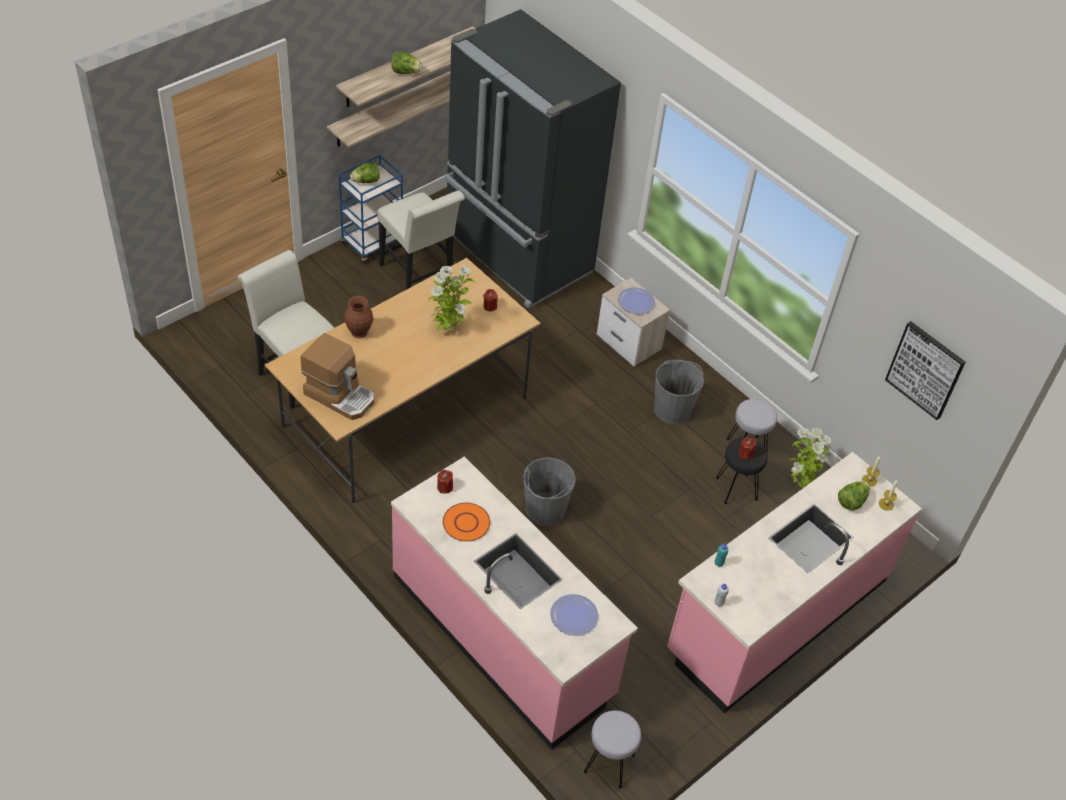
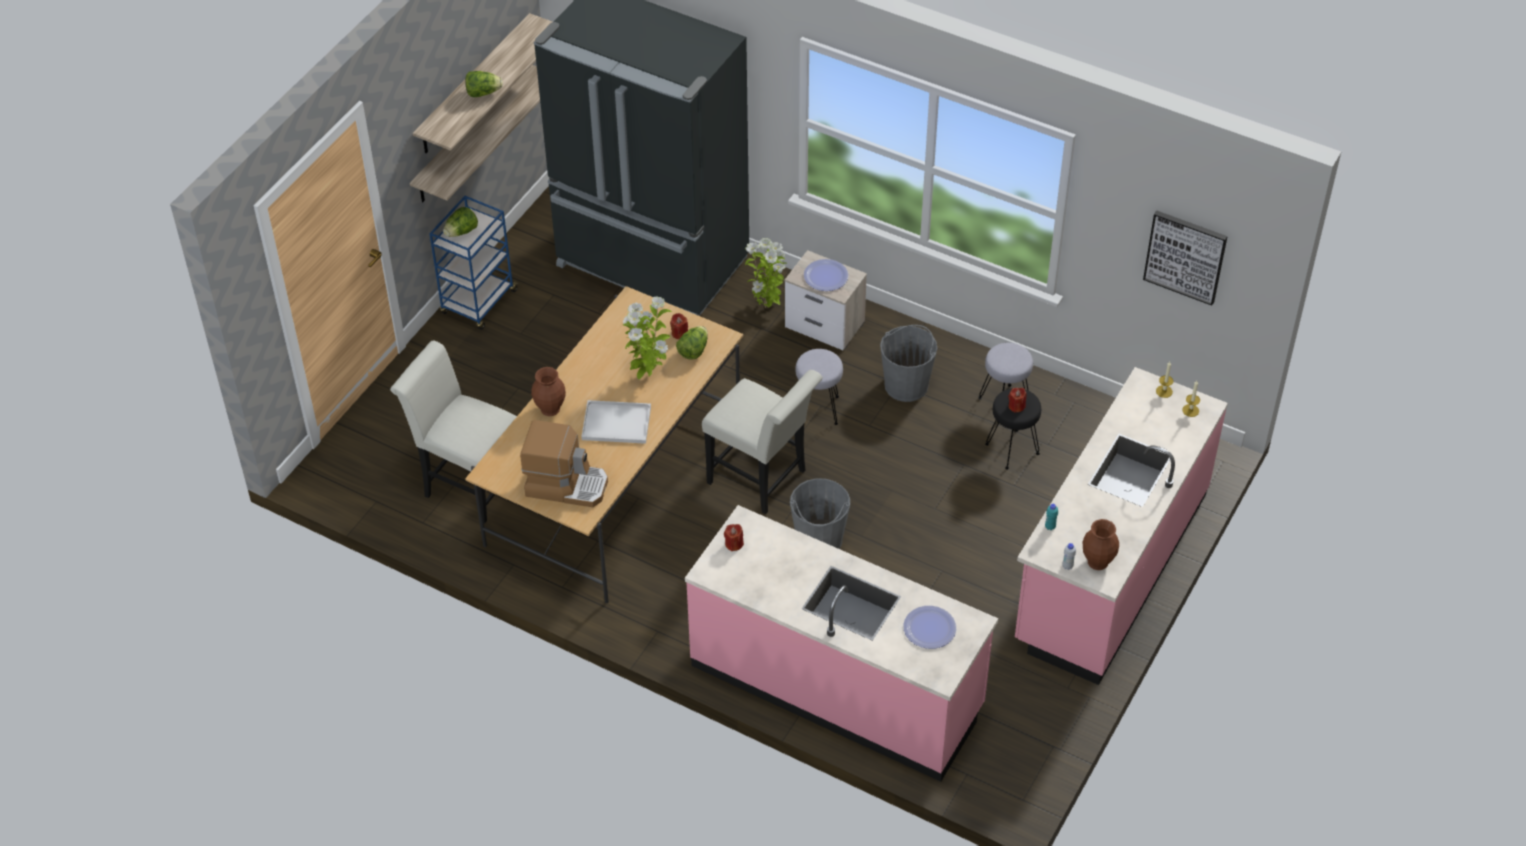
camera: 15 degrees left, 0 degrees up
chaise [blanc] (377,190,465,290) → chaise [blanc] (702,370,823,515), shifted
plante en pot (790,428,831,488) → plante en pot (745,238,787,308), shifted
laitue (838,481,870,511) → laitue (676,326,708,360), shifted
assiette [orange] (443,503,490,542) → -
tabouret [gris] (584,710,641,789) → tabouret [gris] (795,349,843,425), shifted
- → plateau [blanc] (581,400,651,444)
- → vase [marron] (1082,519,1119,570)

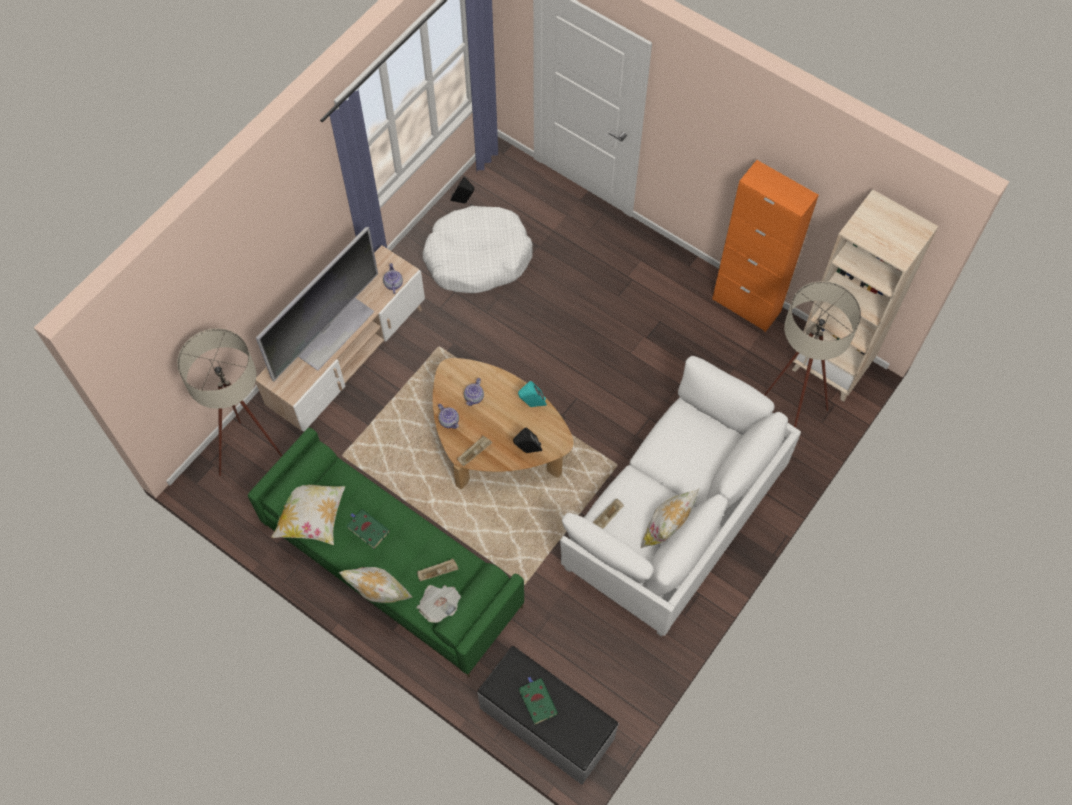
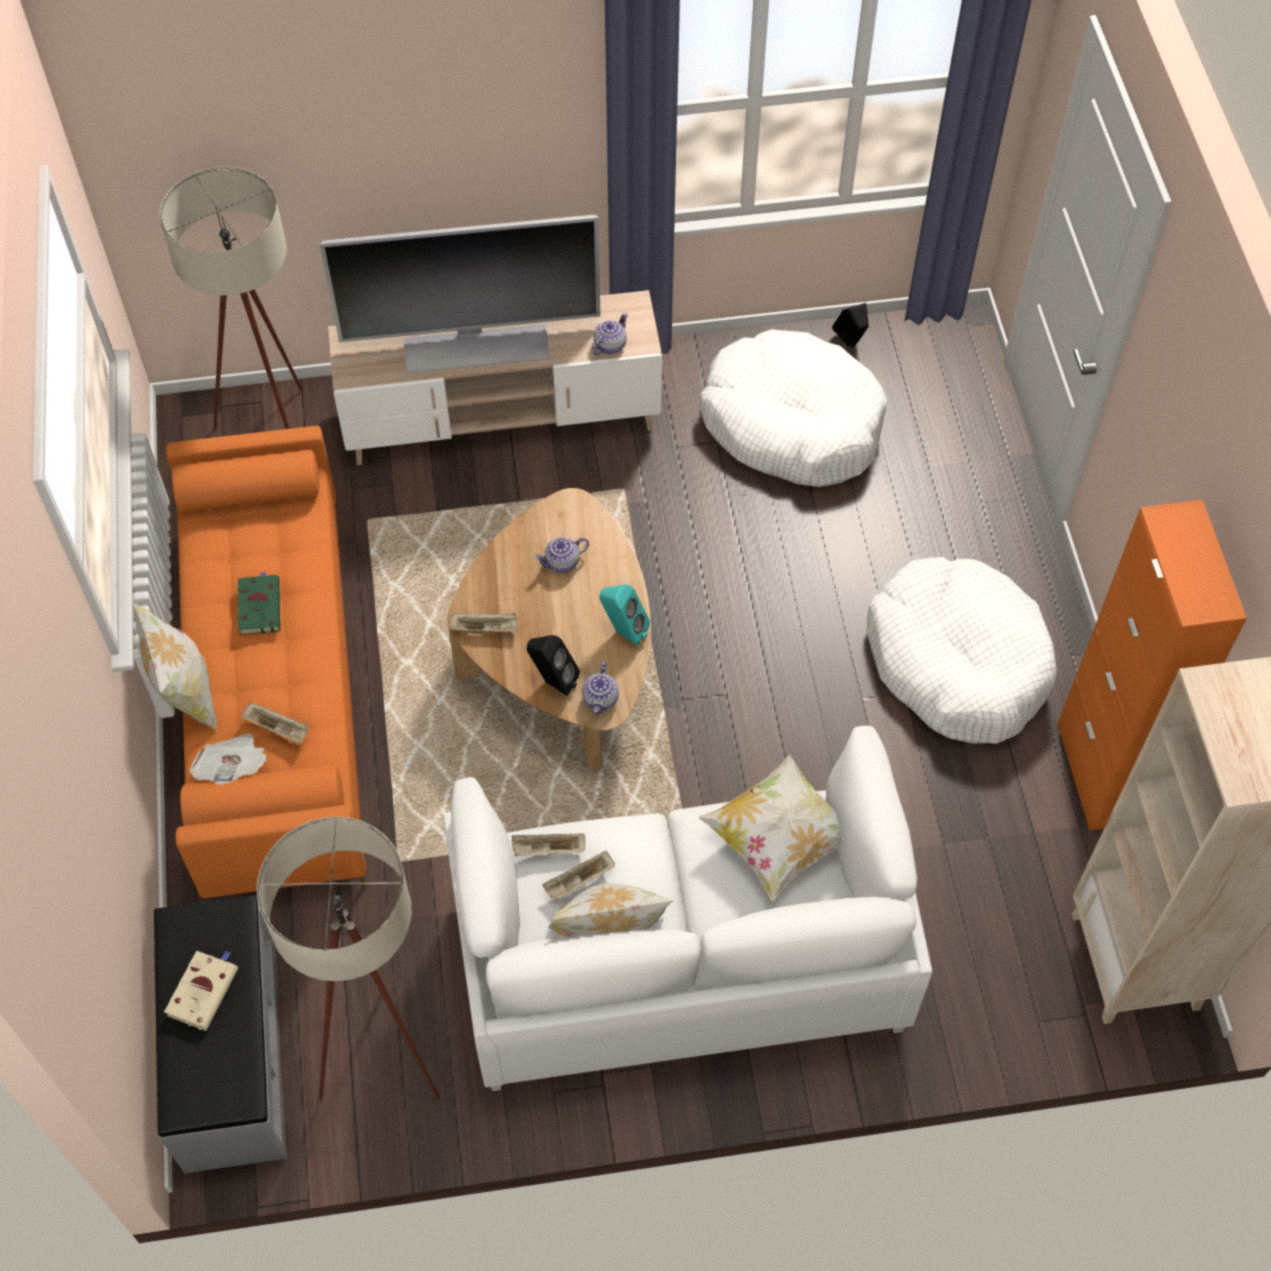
camera: 45 degrees right, 5 degrees down
lampadaire [beige] (764,281,861,428) → lampadaire [beige] (257,817,440,1101), shifted
théière (438,404,459,429) → théière (582,662,619,714), shifted
canapé [vert] (248,428,524,677) → canapé [orange] (166,426,367,902)
coussin (272,485,345,545) → coussin (699,754,841,901), shifted
livre [vert] (519,677,558,725) → livre [beige] (164,951,239,1031)
- → panier pour chien [blanc] (867,557,1057,744)
- → plateau [beige] (542,851,615,902)

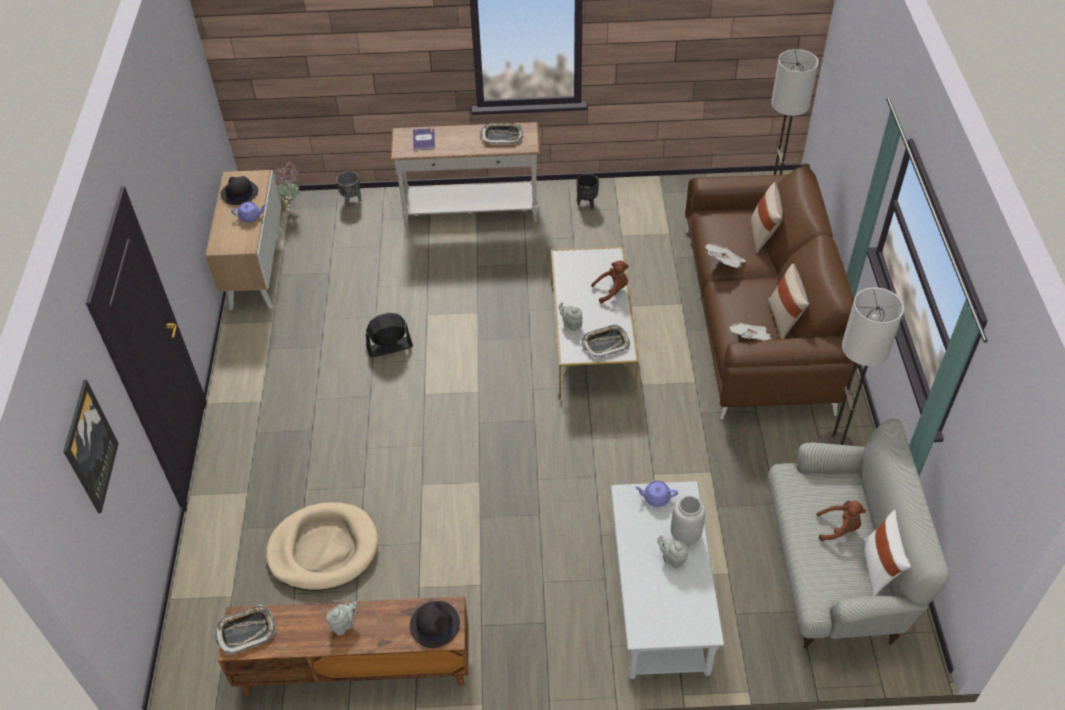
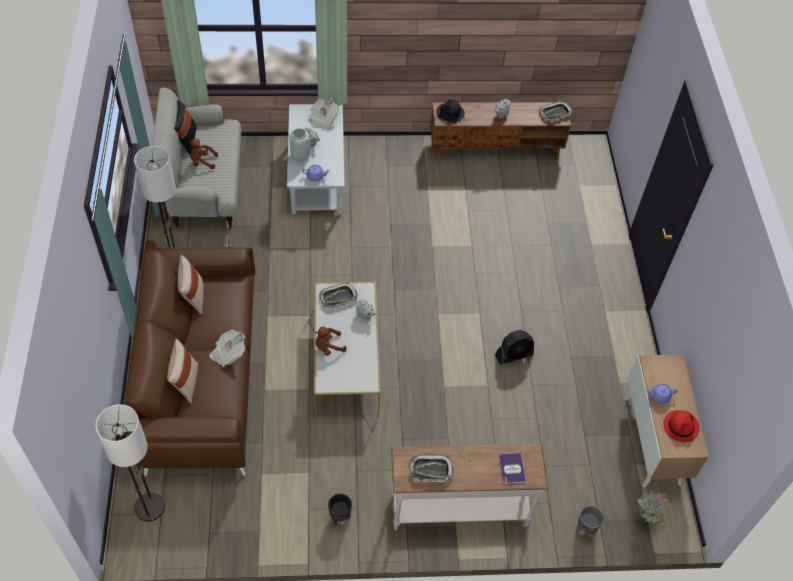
camera: 175 degrees right, 5 degrees up
chapeau [noir] (220,176,258,205) → chapeau [rouge] (663,410,700,442)
journal (730,323,772,341) → journal (310,98,339,129), shifted
tableau (63,380,119,513) → -
panier pour chien [beige] (266,502,378,591) → -
coussin [blanc] (862,510,911,596) → coussin [noir] (174,100,197,154)

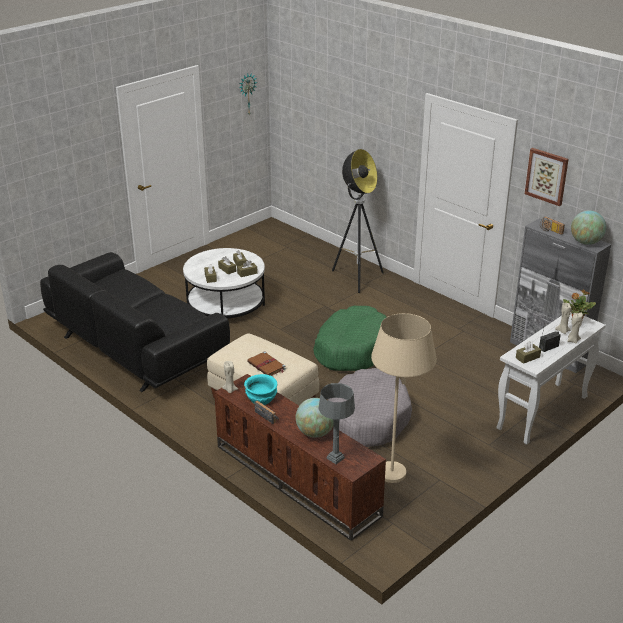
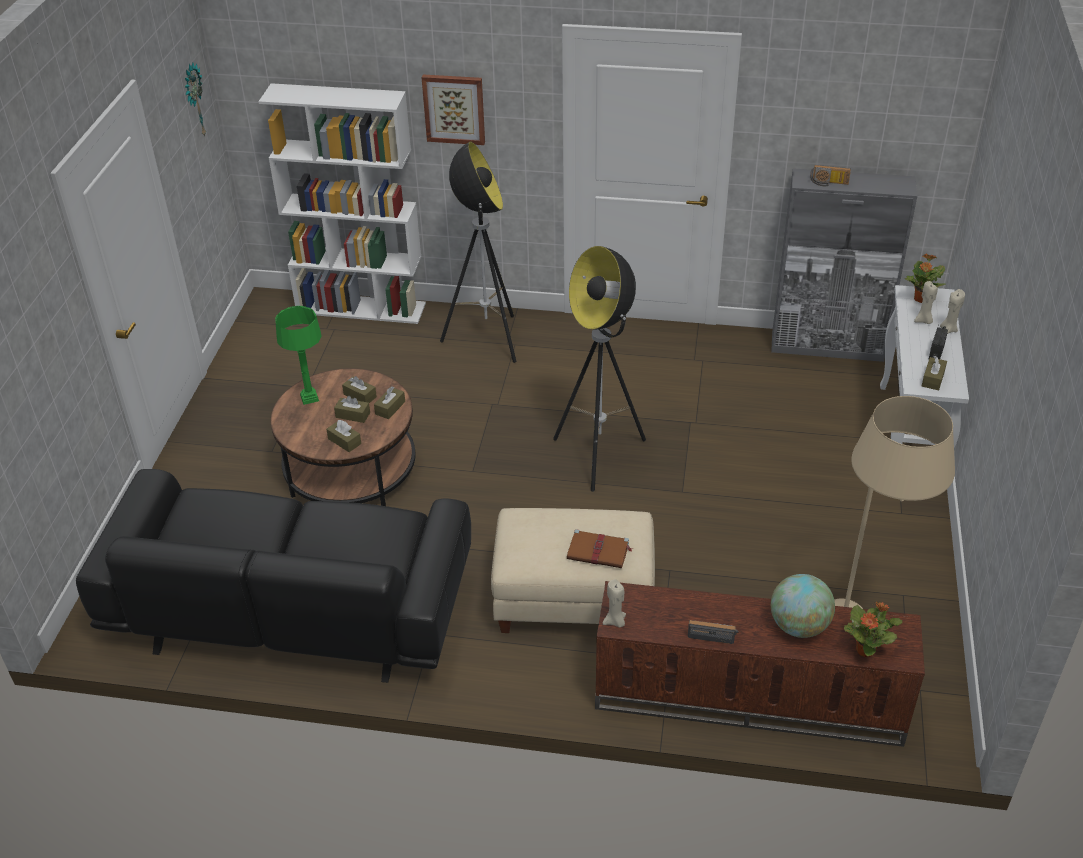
camera: 35 degrees left, 10 degrees up
tableau (525,148,569,206) → tableau (422,74,485,145), shifted
globe (571,210,606,245) → -
table basse [blanc] (183,248,265,318) → table basse [marron] (271,368,415,506)
panier pour chien [vert] (313,306,386,371) → lampadaire (553,246,646,492)
panier pour chien [gris] (328,368,412,447) → -
bol [turquoise] (244,374,277,405) → -
lampe de table [gris] (318,383,355,464) → plante en pot (844,602,902,658)
- → bibliothèque [blanc] (258,83,426,324)
- → lampe de table [vert] (275,306,322,405)

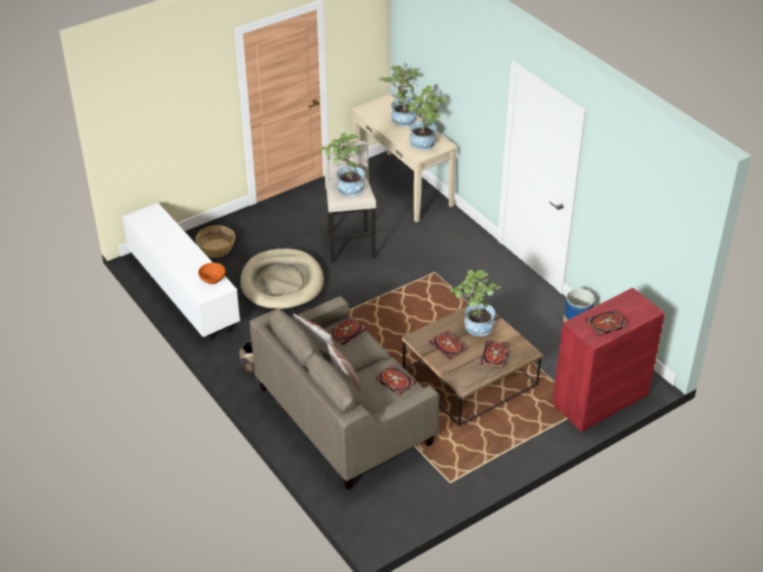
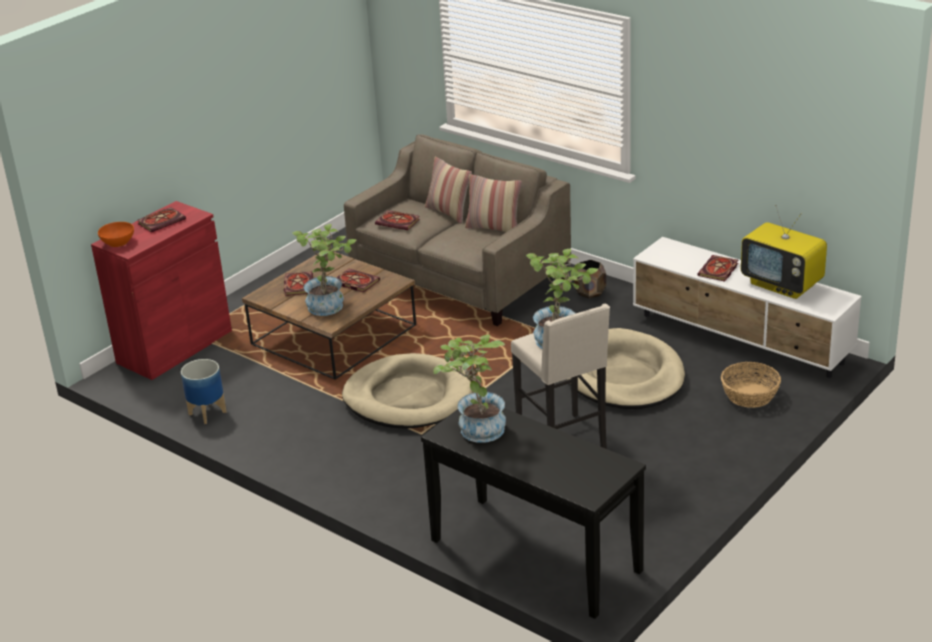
camera: 165 degrees right, 10 degrees down
plante en pot (379,66,422,127) → -
table console [beige] (351,94,458,222) → table console [noir] (421,408,646,619)
bol [orange] (198,263,225,284) → bol [orange] (98,222,134,247), shifted
livre (328,317,367,345) → livre (697,255,738,282), shifted
- → téléviseur (741,205,827,299)
- → panier pour chien [beige] (342,353,473,429)

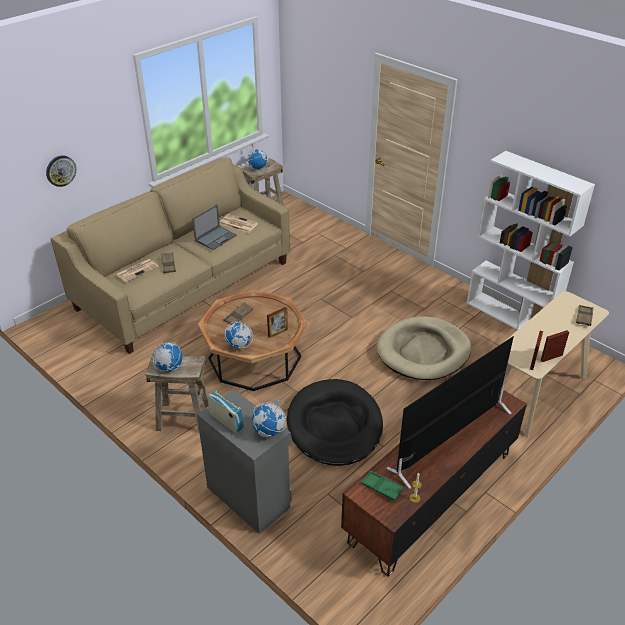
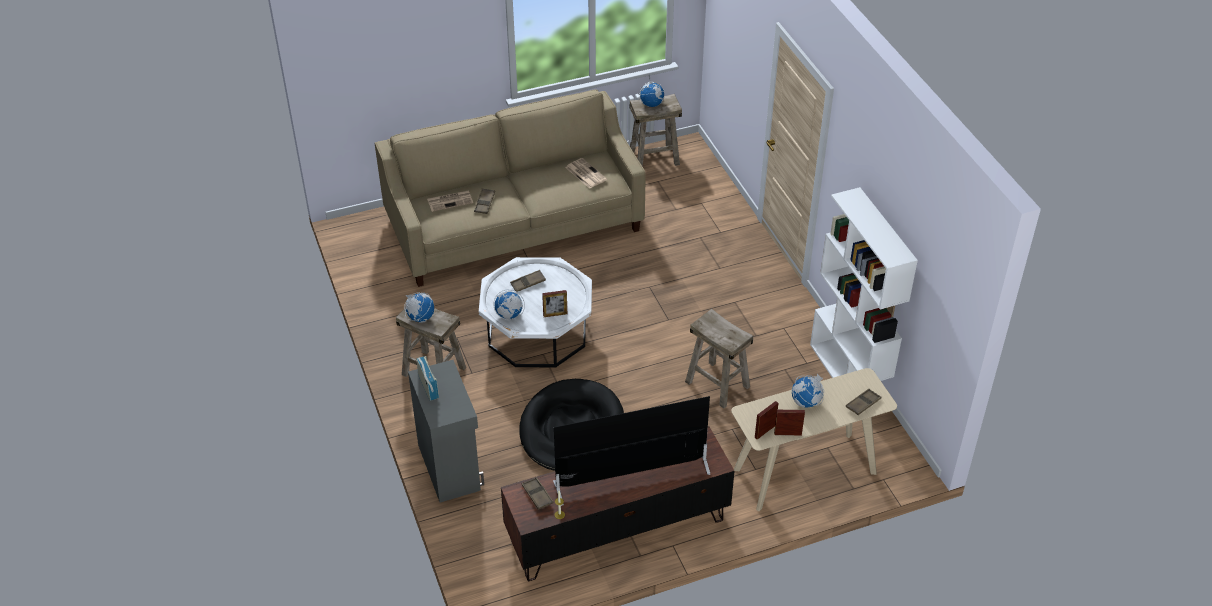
camera: 25 degrees right, 5 degrees up
horloge murale (46,155,76,187) → -
ordinateur portable (192,205,237,250) → -
table basse [marron] (198,290,307,391) → table basse [blanc] (479,257,592,367)
panier pour chien [beige] (377,316,471,380) → tabouret [beige] (685,309,753,409)
globe (252,398,286,438) → globe (792,374,824,408), shifted
plateau [vert] (361,471,404,501) → plateau [marron] (522,477,553,510)

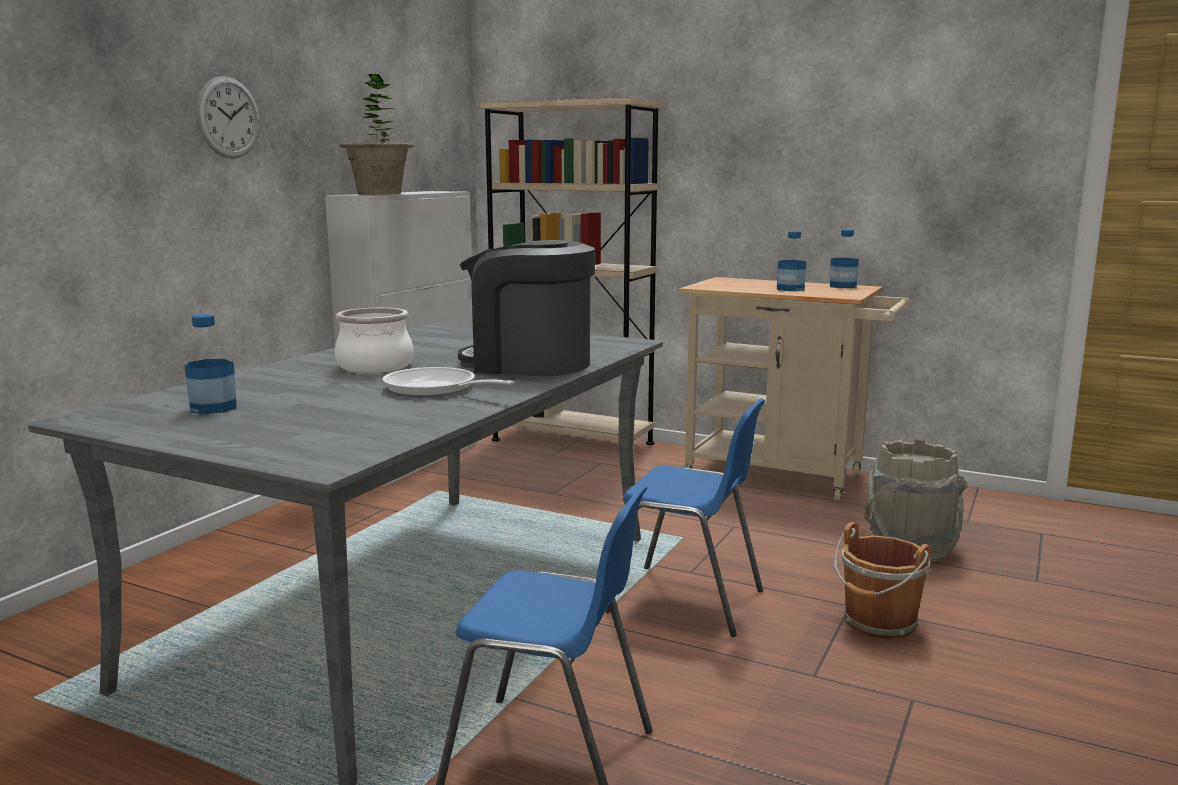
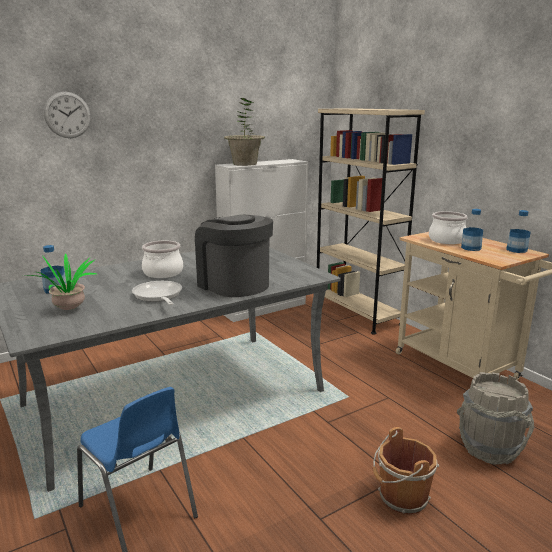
camera: 30 degrees right, 5 degrees up
horloge murale (196,76,260,159) → horloge murale (44,92,91,138), shifted
chaise [bleu] (605,398,765,637) → -
- → marmite (429,211,468,244)
- → plante en pot (25,253,97,310)

